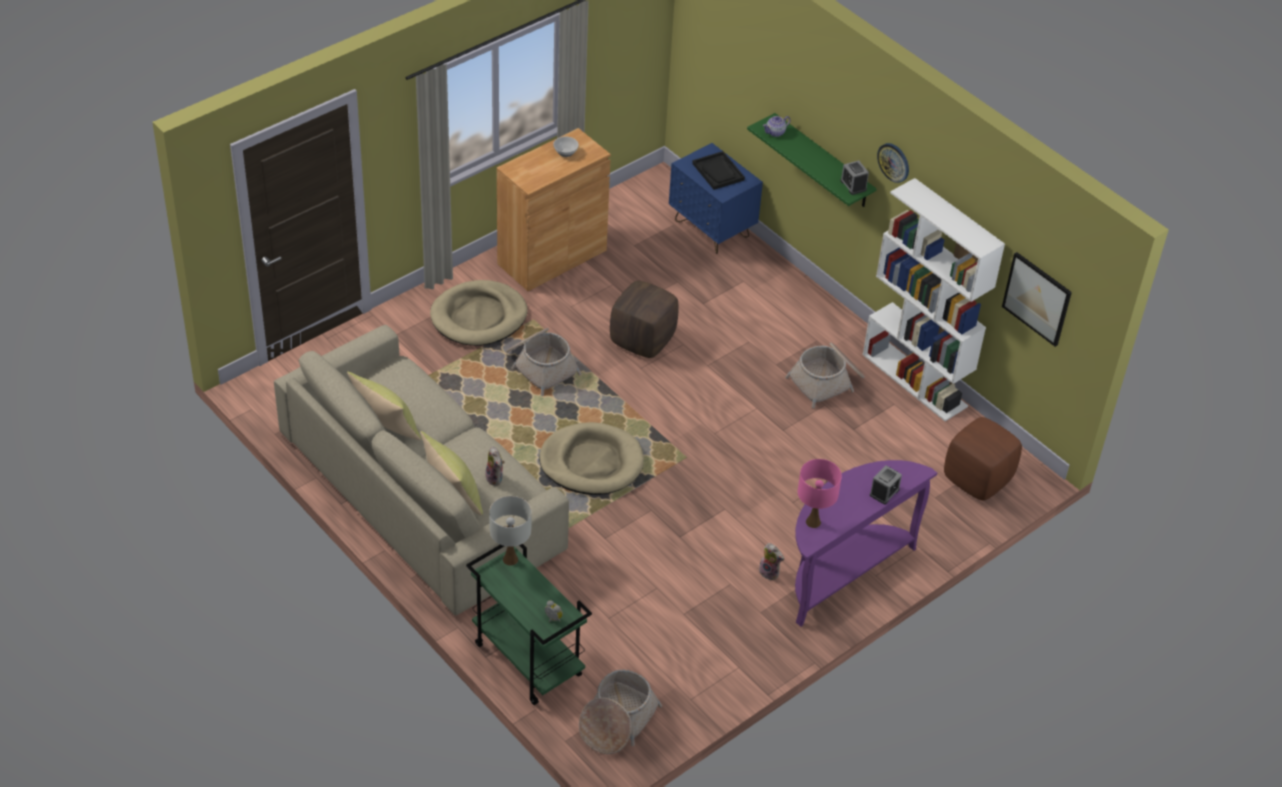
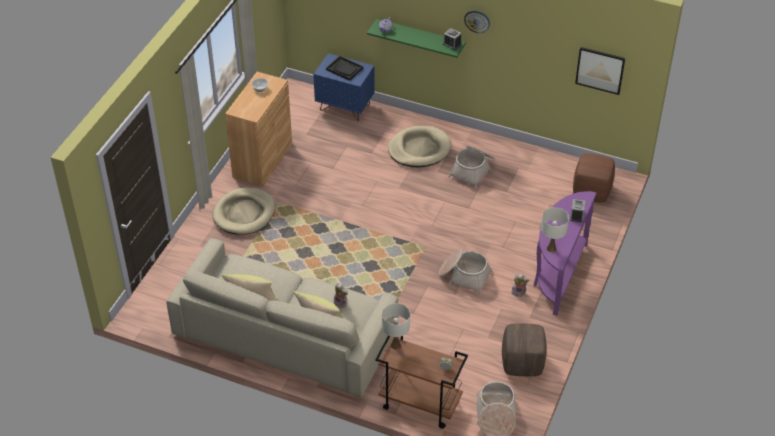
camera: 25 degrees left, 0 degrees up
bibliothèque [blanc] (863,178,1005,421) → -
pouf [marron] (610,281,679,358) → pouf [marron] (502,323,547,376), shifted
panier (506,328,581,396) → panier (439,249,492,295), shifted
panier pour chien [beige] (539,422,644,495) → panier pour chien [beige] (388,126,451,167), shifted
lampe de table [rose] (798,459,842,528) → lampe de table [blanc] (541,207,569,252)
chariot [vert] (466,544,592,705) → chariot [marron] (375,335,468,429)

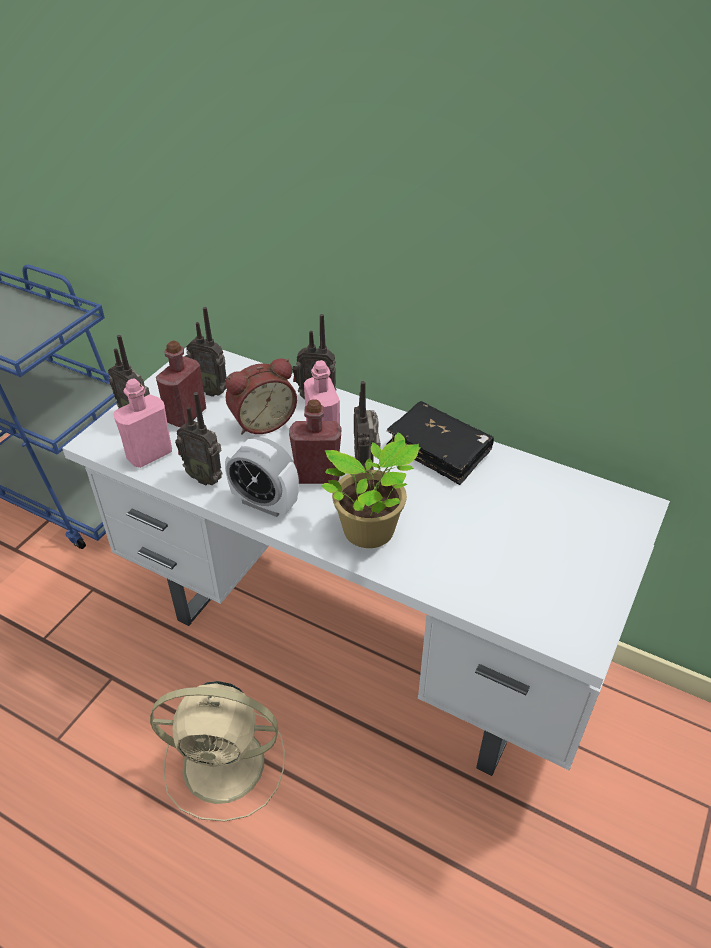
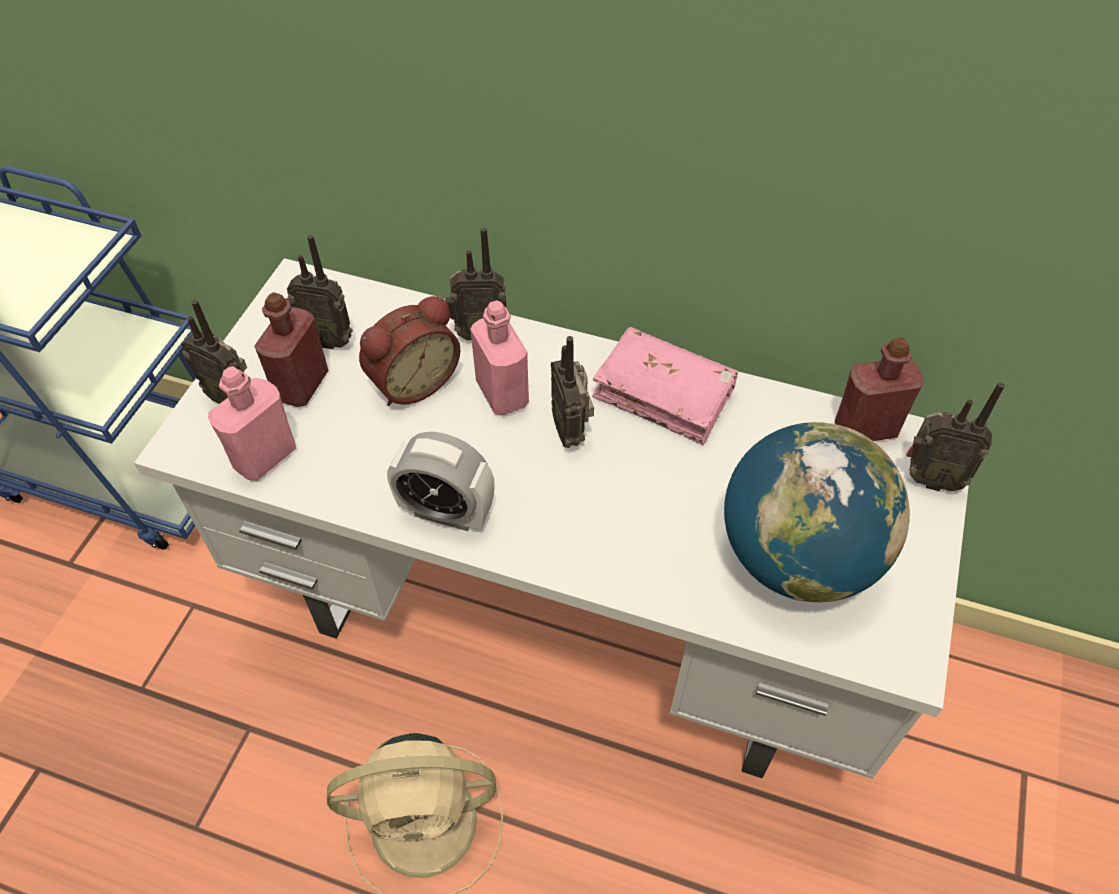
camera: 10 degrees left, 10 degrees up
radio (175,392,223,485) → radio (906,382,1005,491), shifted
bouteille [rouge] (289,399,341,484) → bouteille [rouge] (835,337,924,441), shifted
livre [noir] (386,401,494,485) → livre [rose] (592,327,738,445)
plante en pot (321,432,421,548) → -
- → globe (724,422,910,602)

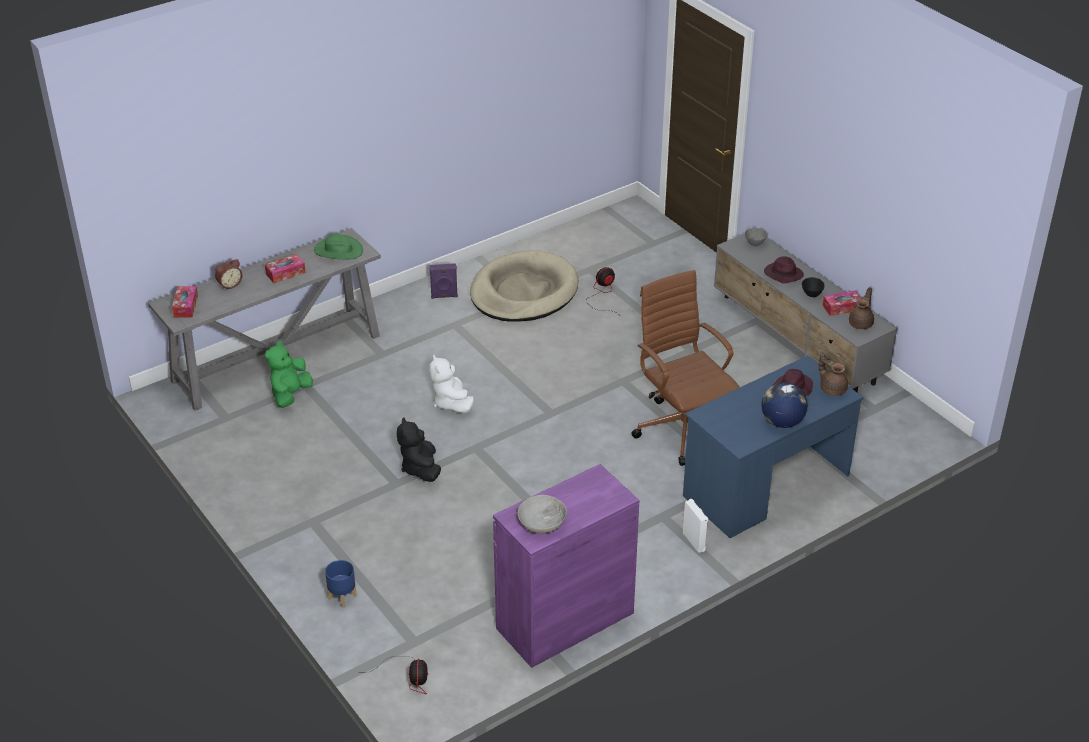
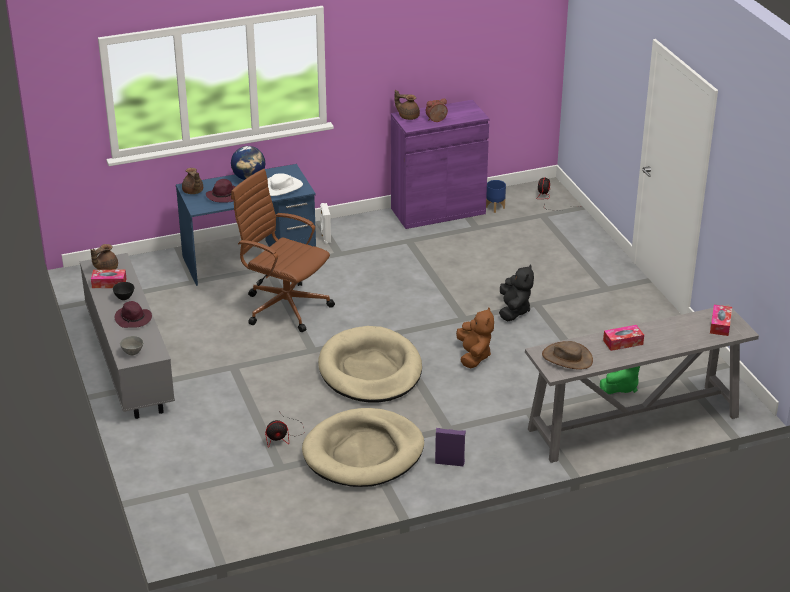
camera: 165 degrees left, 5 degrees down
chapeau [vert] (314,233,363,260) → chapeau [marron] (542,341,593,370)
réveil (215,259,243,290) → réveil (426,98,448,122), shifted
chaise de bureau [marron] (631,270,739,466) → chaise de bureau [marron] (231,169,335,332), 135 degrees clockwise
peluche [blanc] (429,354,474,413) → peluche [marron] (456,307,494,368)
bol [gris] (517,495,567,534) → -
cache-pot [bleu] (325,560,357,607) → cache-pot [bleu] (486,180,506,213), shifted
- → théière [marron] (395,90,420,120)
- → chapeau [blanc] (267,173,303,196)
- → panier pour chien [beige] (318,326,422,403)

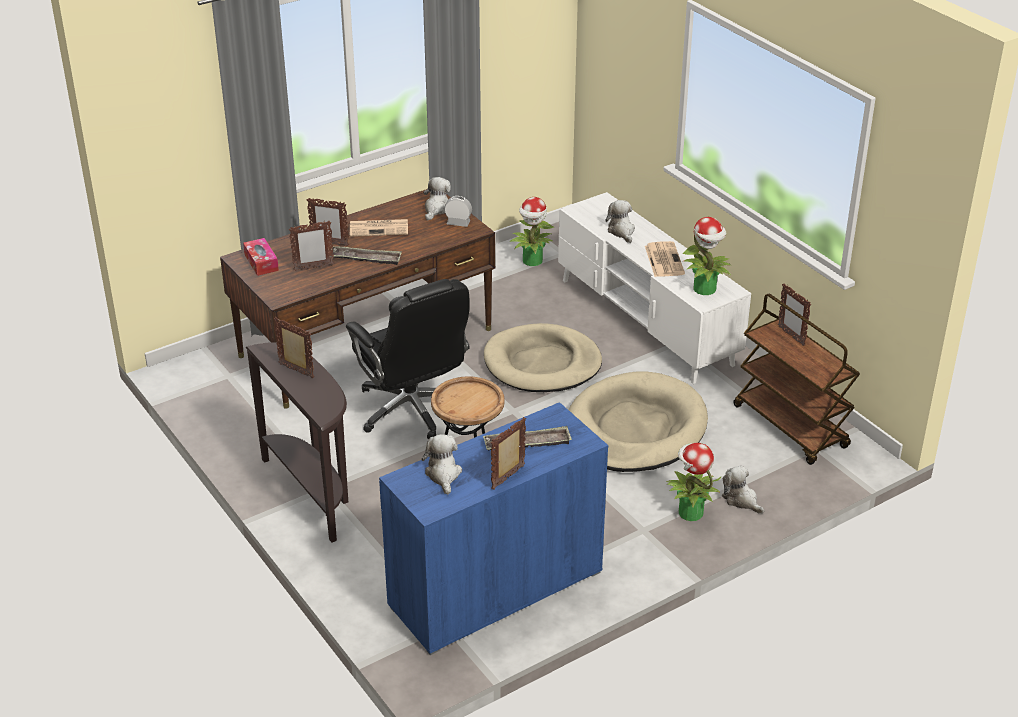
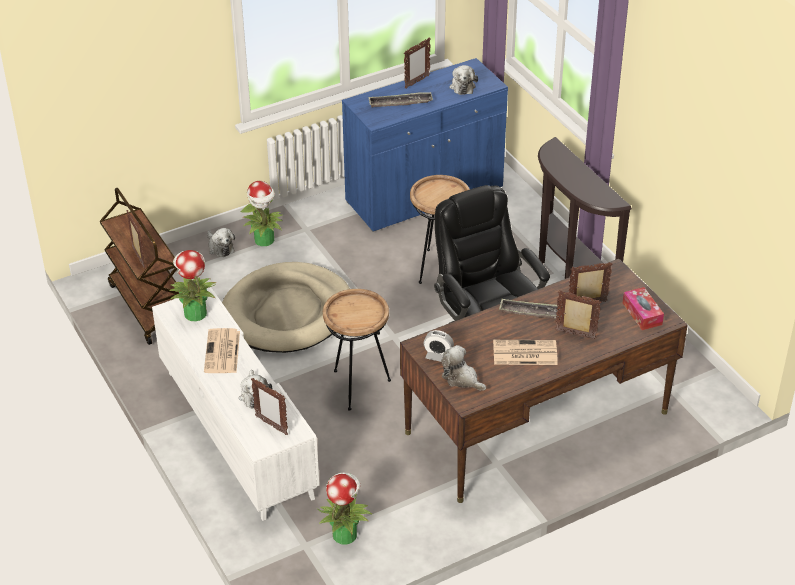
camera: 175 degrees left, 5 degrees up
peluche (423,177,451,220) → peluche (441,345,486,391), 105 degrees clockwise
cadre photo (274,317,314,378) → cadre photo (251,378,288,435), shifted
panier pour chien [beige] (484,323,602,392) → table d'appoint [marron] (323,289,391,411)

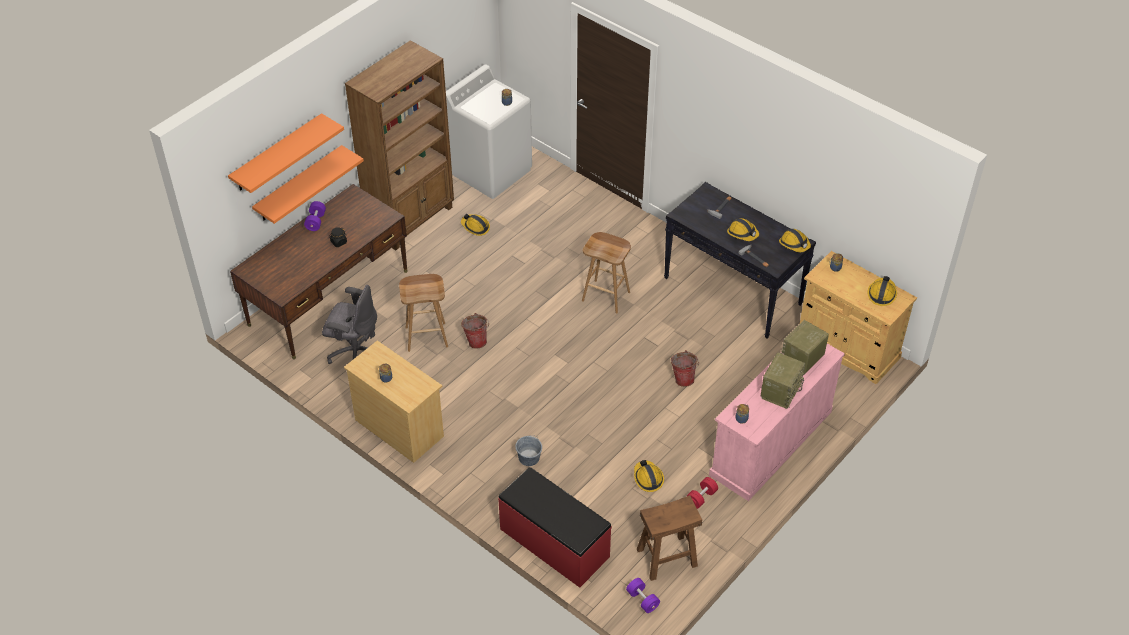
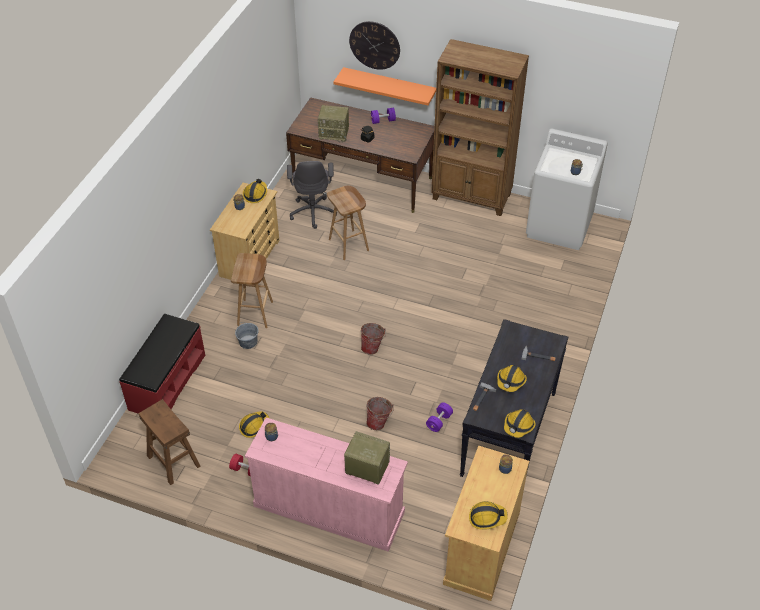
camera: 70 degrees right, 0 degrees up
étagère [orange] (228,113,344,193) → horloge murale (349,21,400,70)
casque de chantier (461,214,490,236) → casque de chantier (243,179,267,203), shifted
tabouret [marron] (582,232,631,313) → tabouret [marron] (231,253,273,328), shifted
seau (461,313,489,349) → seau (361,323,386,355), shifted
radio (761,352,805,409) → radio (318,105,349,142), shifted
haltère [violet] (626,578,660,613) → haltère [violet] (426,402,453,432), shifted

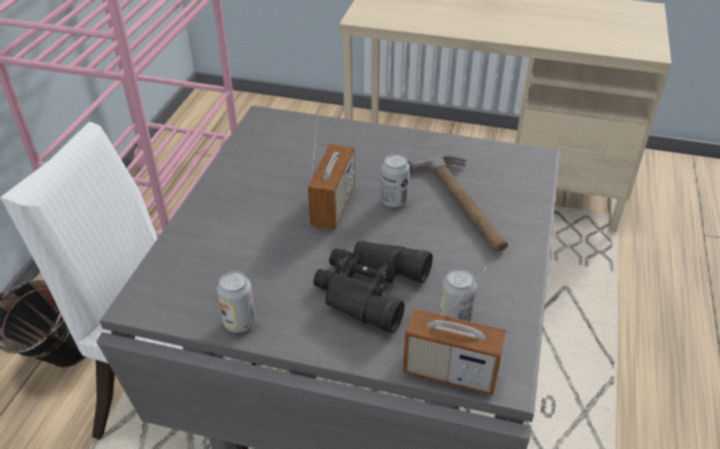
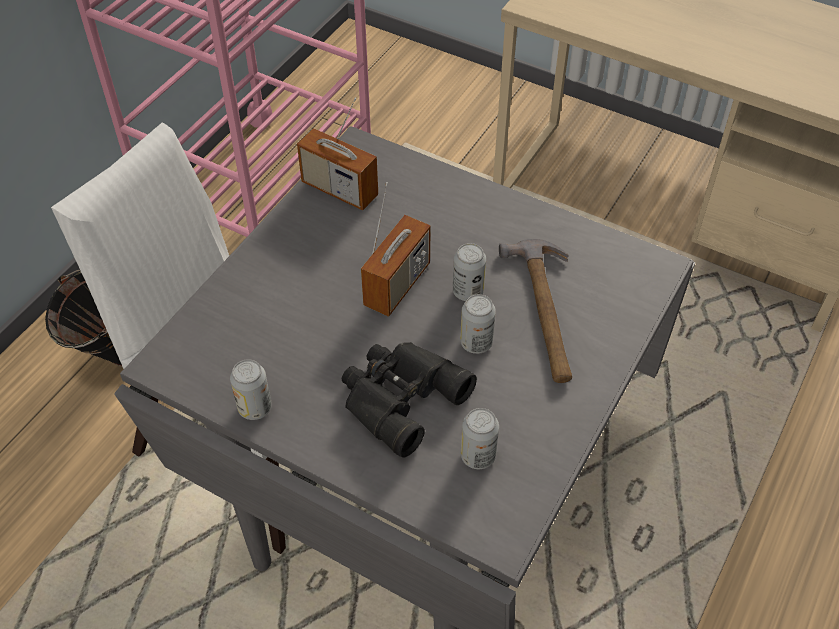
camera: 15 degrees right, 10 degrees up
radio (403,268,506,395) → radio (297,98,378,210), shifted
- → boîte métallique (460,294,496,354)

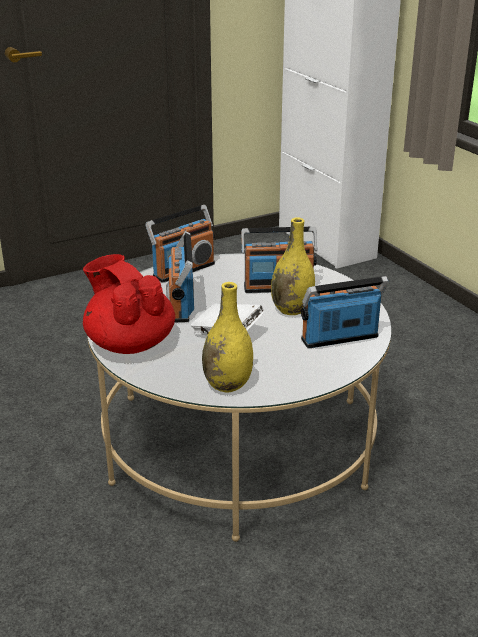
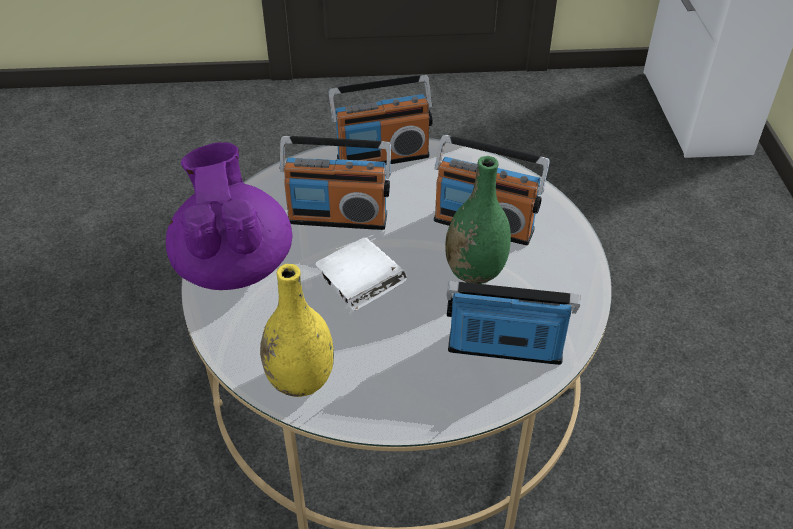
camera: 25 degrees right, 15 degrees up
vase [jaune] (271,217,315,315) → vase [vert] (445,156,511,284)
radio (166,231,194,323) → radio (279,136,391,230), 105 degrees counterclockwise
théière [rouge] (83,254,175,354) → théière [violet] (166,142,293,290)

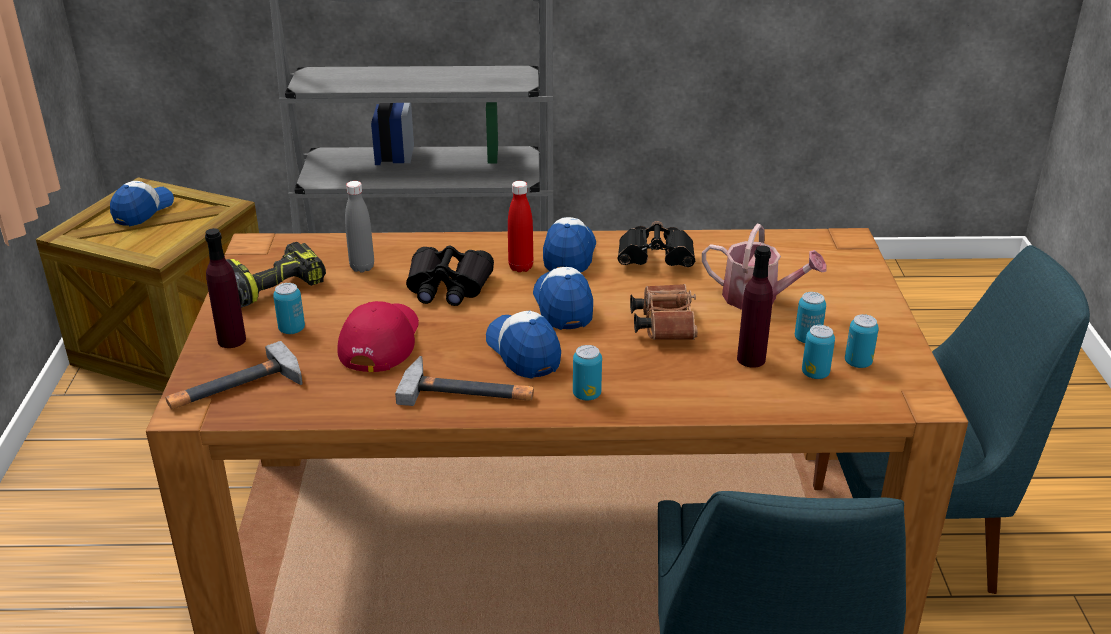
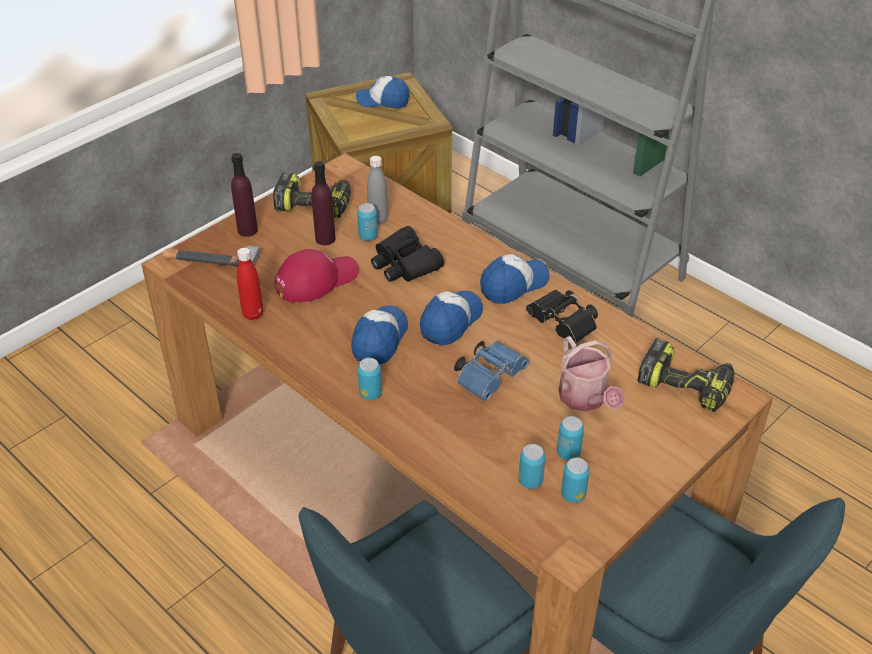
camera: 45 degrees right, 10 degrees up
casquette (110,181,174,226) → casquette (356,76,409,108), 150 degrees counterclockwise
bouteille [rouge] (508,181,533,272) → bouteille [rouge] (237,248,264,320), shifted
bouteille [violet] (737,245,773,368) → bouteille [violet] (311,161,336,245), shifted
boîte métallique (273,283,305,334) → boîte métallique (357,203,378,241), shifted
jumelles [marron] (630,284,697,340) → jumelles [bleu] (454,341,529,401)
marteau (395,356,534,406) → -
- → perceuse (637,338,734,412)

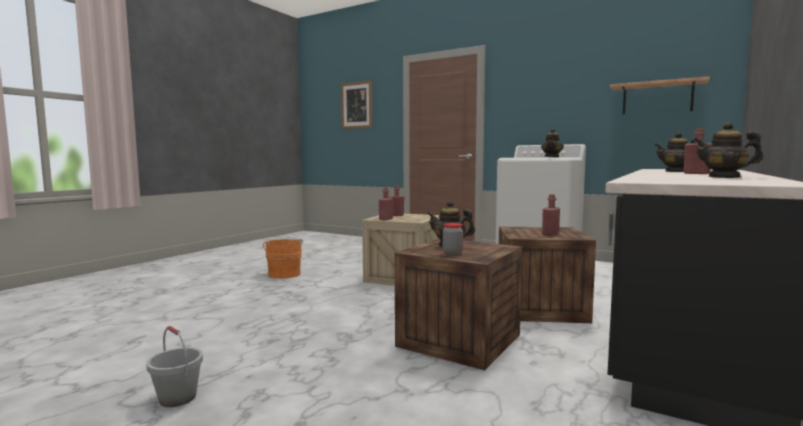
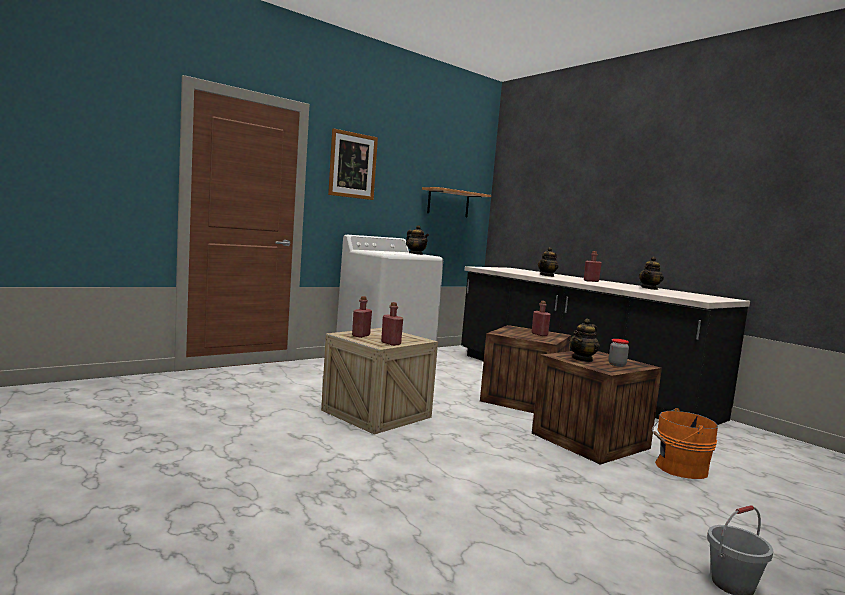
camera: 70 degrees left, 0 degrees up
tableau (341,81,372,129) → tableau (328,128,378,200), shifted
seau [orange] (263,239,303,279) → seau [orange] (652,408,718,479), shifted

